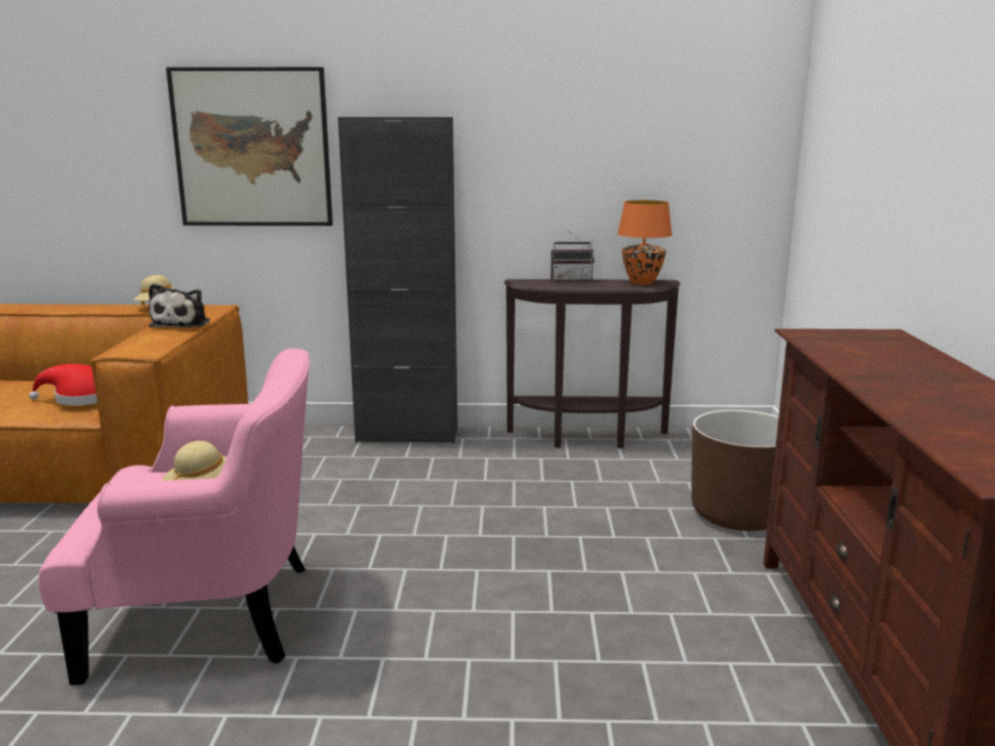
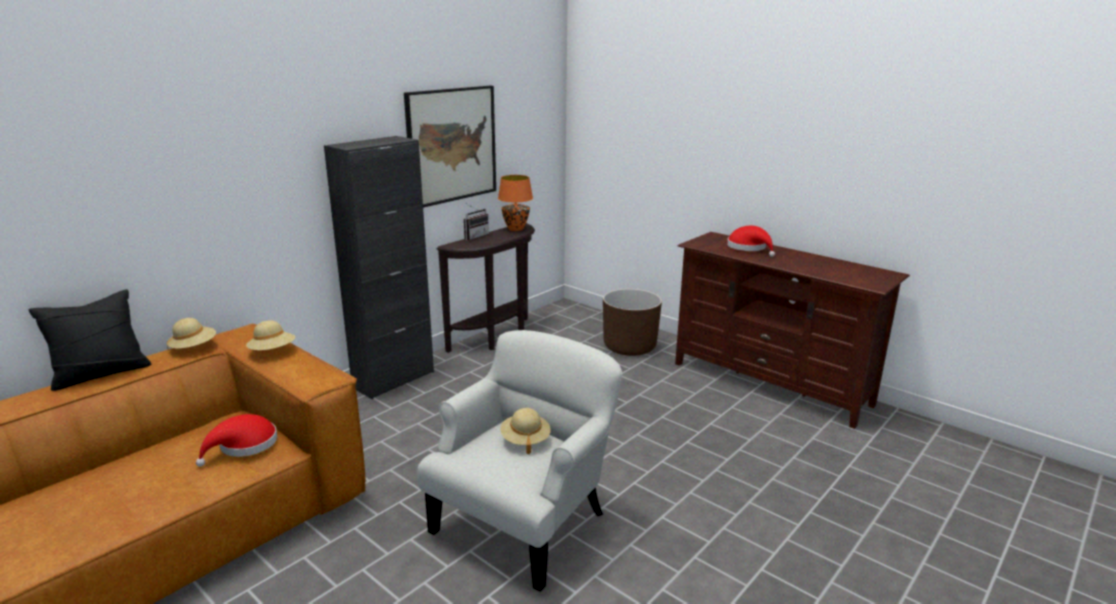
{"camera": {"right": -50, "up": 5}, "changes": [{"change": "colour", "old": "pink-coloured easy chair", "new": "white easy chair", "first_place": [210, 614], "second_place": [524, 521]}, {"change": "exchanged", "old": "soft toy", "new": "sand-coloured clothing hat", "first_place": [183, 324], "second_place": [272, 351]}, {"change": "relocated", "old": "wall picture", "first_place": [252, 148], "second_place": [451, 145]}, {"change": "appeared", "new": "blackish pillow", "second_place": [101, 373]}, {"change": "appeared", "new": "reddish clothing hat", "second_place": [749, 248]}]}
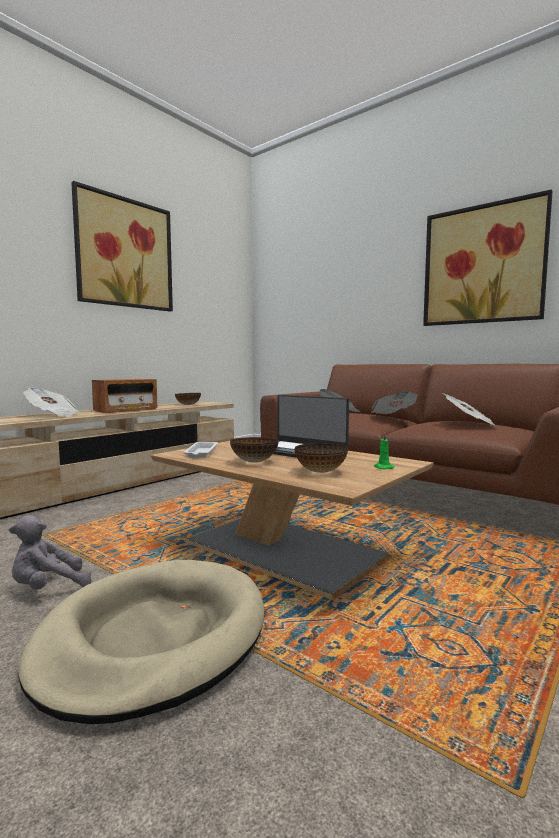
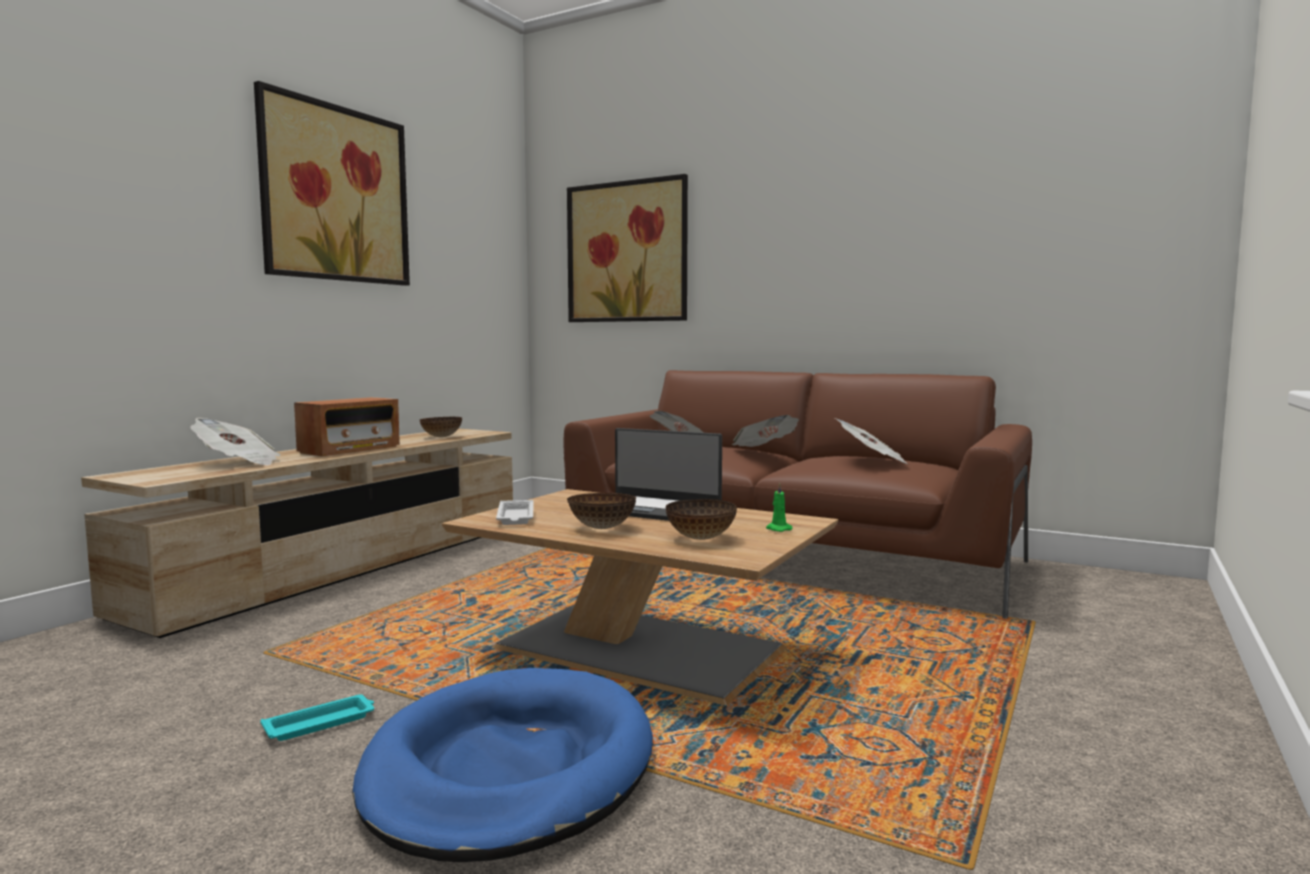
{"camera": {"right": -10, "up": 0}, "changes": [{"change": "exchanged", "old": "grey soft toy", "new": "turquoise-coloured carrying tray", "first_place": [48, 588], "second_place": [321, 723]}, {"change": "colour", "old": "sand-coloured dog bed", "new": "blue dog bed", "first_place": [153, 638], "second_place": [509, 769]}, {"change": "relocated", "old": "wall picture", "first_place": [483, 265], "second_place": [627, 252]}]}
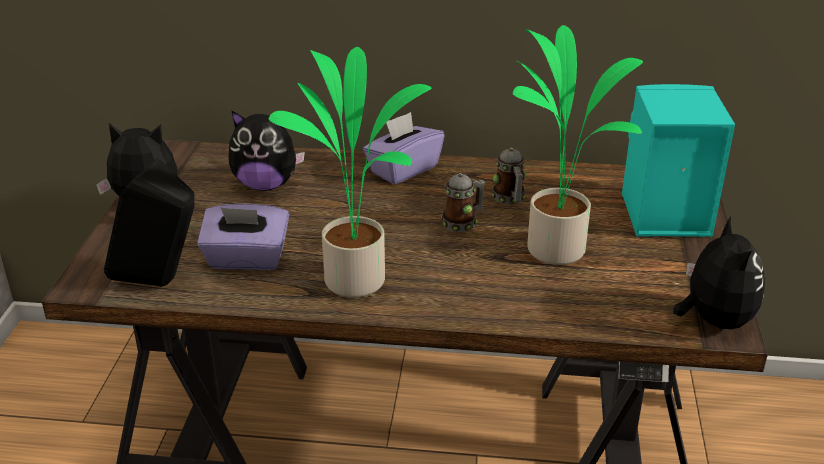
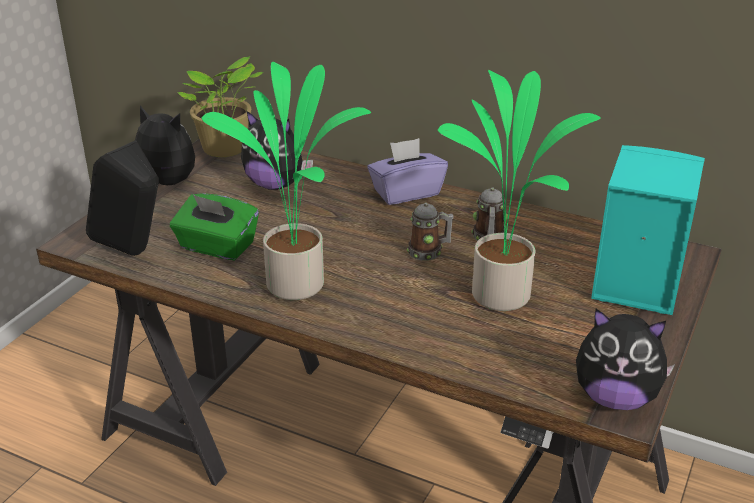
{"camera": {"right": 20, "up": 0}, "changes": [{"change": "colour", "old": "purple tissue box", "new": "green-coloured tissue box", "first_place": [246, 259], "second_place": [216, 247]}, {"change": "spun", "old": "soft toy", "first_place": [713, 320], "second_place": [615, 398], "degrees": 90}, {"change": "appeared", "new": "potted plant", "second_place": [225, 150]}]}
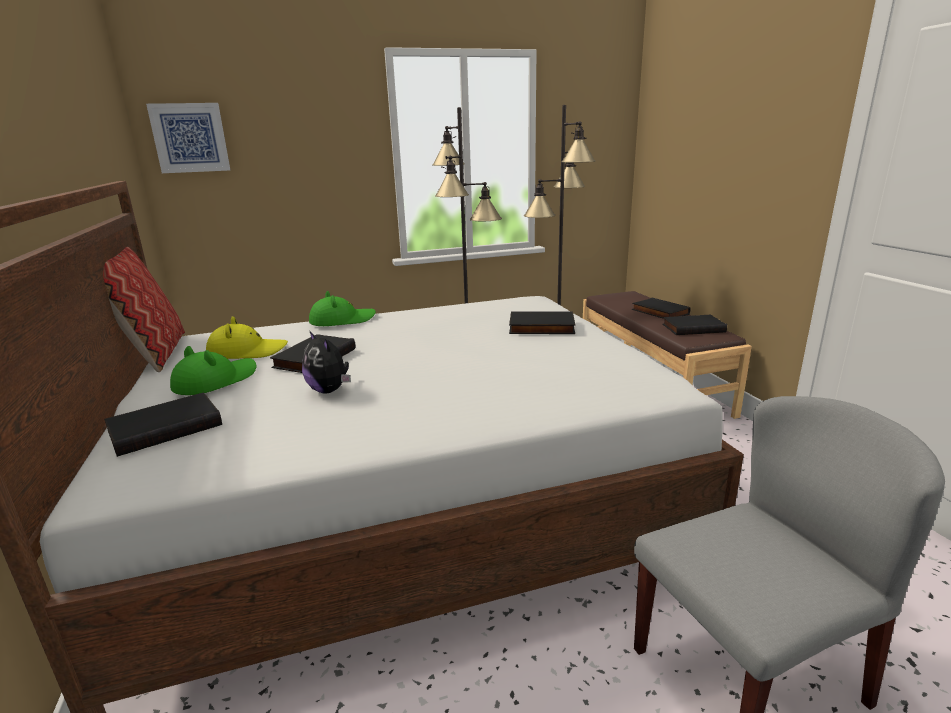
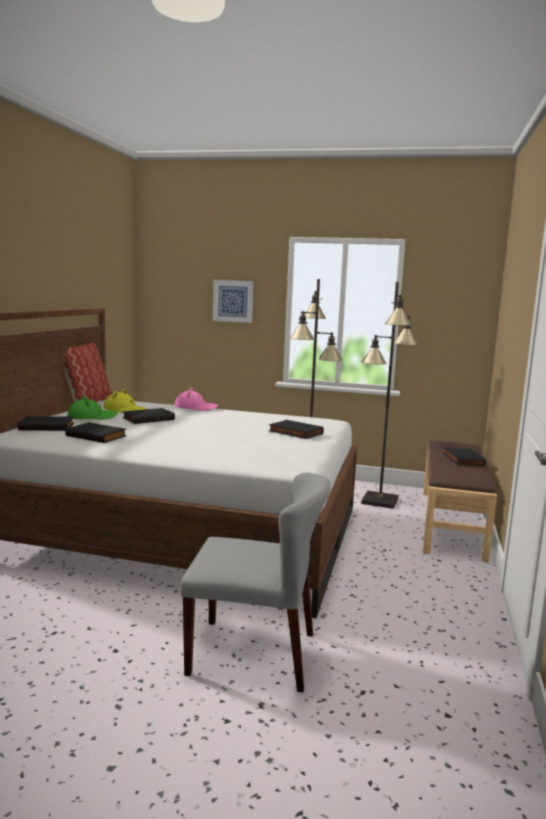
{"camera": {"right": 30, "up": -10}, "changes": [{"change": "relocated", "old": "wall picture", "first_place": [190, 138], "second_place": [233, 301]}, {"change": "missing", "old": "soft toy", "first_place": [329, 390]}, {"change": "colour", "old": "green-coloured clothing hat", "new": "pink-coloured clothing hat", "first_place": [342, 320], "second_place": [195, 408]}, {"change": "relocated", "old": "blackish volume", "first_place": [693, 328], "second_place": [97, 436]}]}
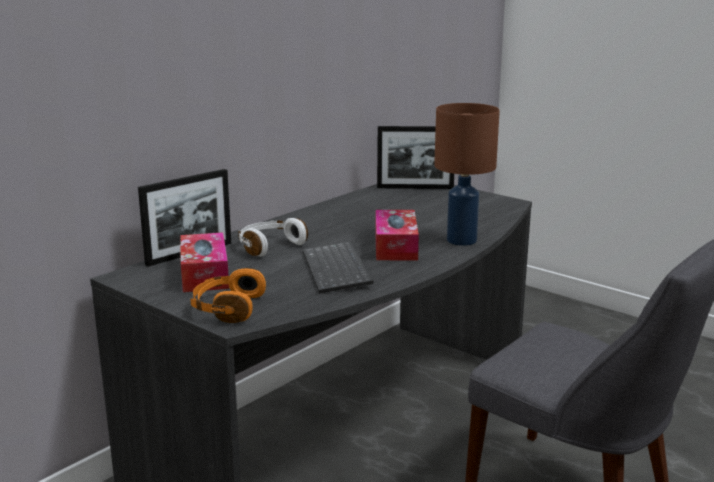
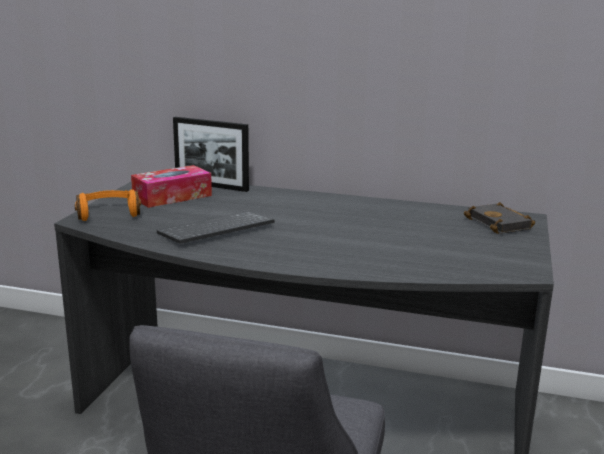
{"camera": {"right": 65, "up": 0}, "changes": [{"change": "missing", "old": "white pair of headphones", "first_place": [269, 246]}, {"change": "missing", "old": "tissue box", "first_place": [395, 246]}, {"change": "exchanged", "old": "photo frame", "new": "blackish volume", "first_place": [415, 187], "second_place": [501, 224]}, {"change": "missing", "old": "brownish table lamp", "first_place": [461, 241]}]}
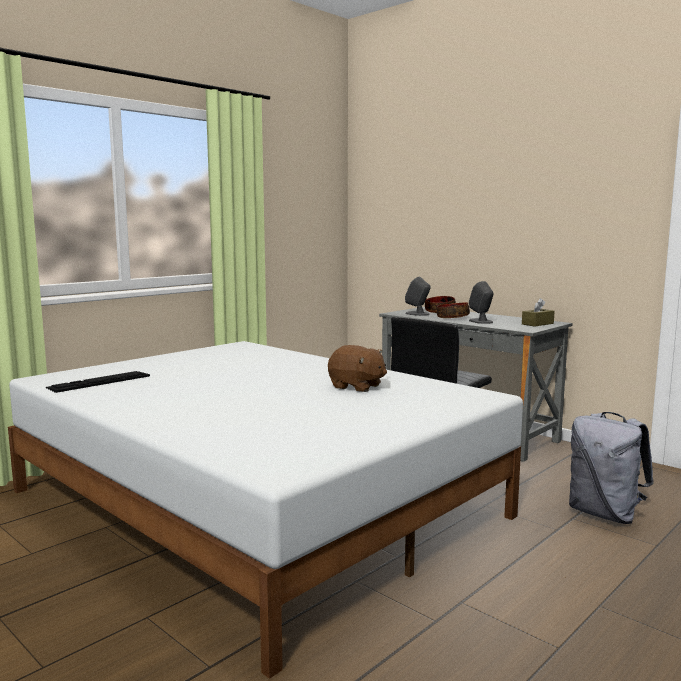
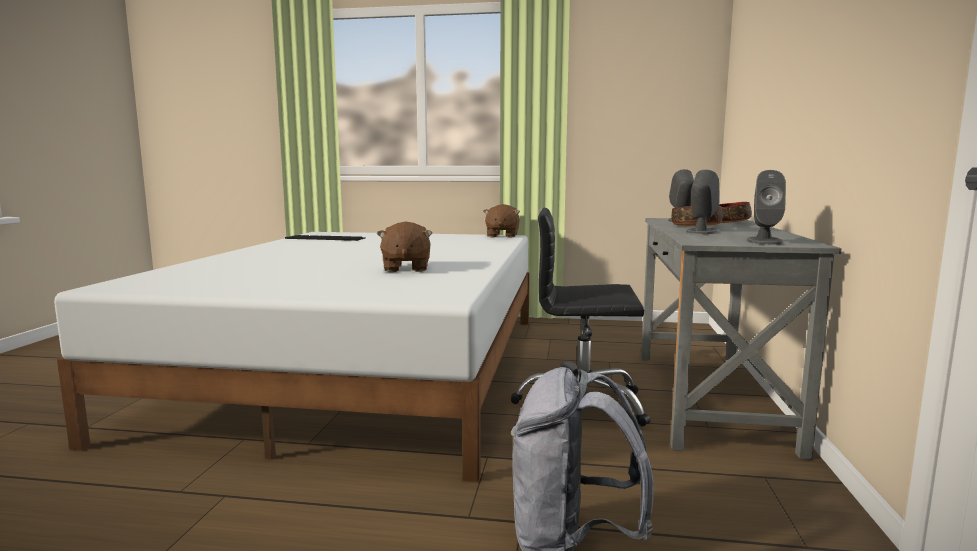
{"camera": {"right": 55, "up": 0}, "changes": [{"change": "exchanged", "old": "brownish tissue box", "new": "grey speaker", "first_place": [537, 324], "second_place": [764, 241]}, {"change": "appeared", "new": "brownish soft toy", "second_place": [502, 236]}]}
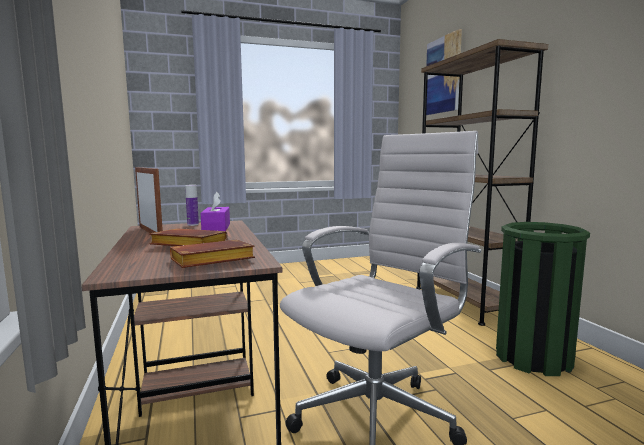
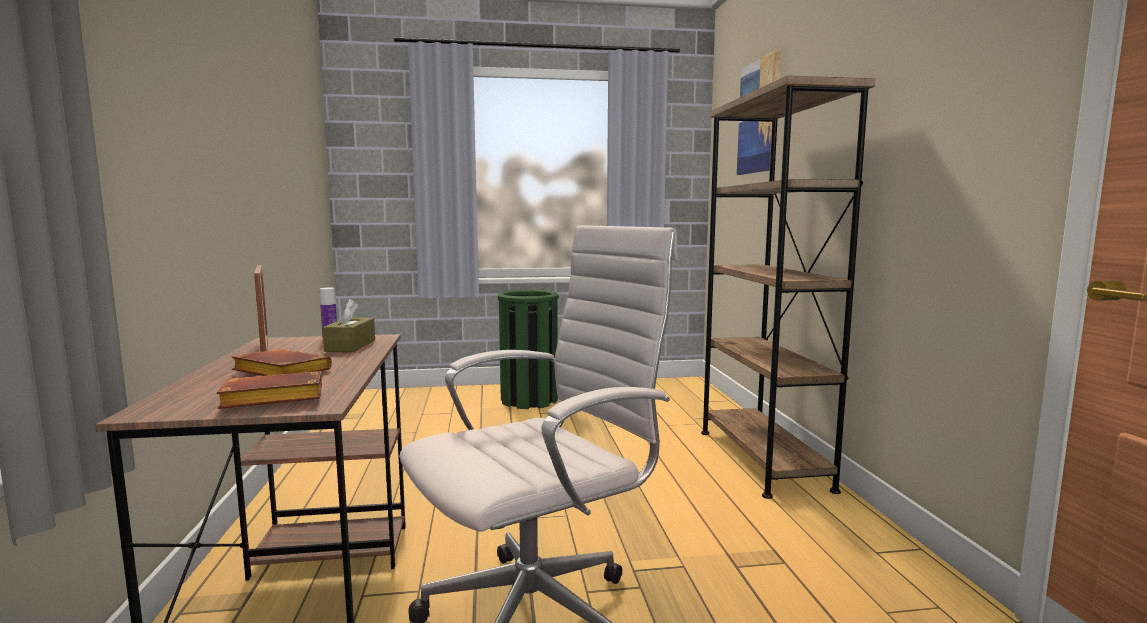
{"camera": {"right": 10, "up": 0}, "changes": [{"change": "colour", "old": "purple tissue box", "new": "brownish tissue box", "first_place": [216, 228], "second_place": [350, 346]}, {"change": "relocated", "old": "green-coloured rubbish bin", "first_place": [533, 358], "second_place": [529, 400]}]}
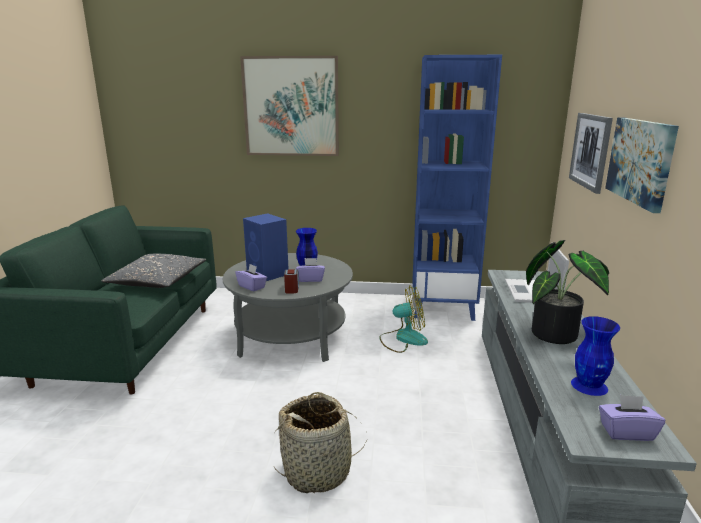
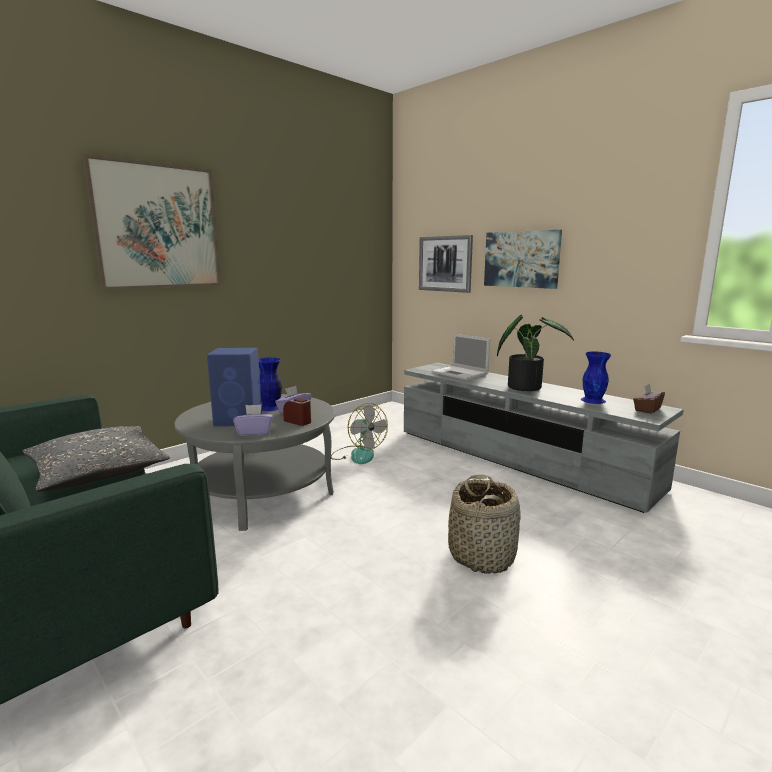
{"camera": {"right": -50, "up": -5}, "changes": [{"change": "spun", "old": "fan", "first_place": [403, 339], "second_place": [357, 454], "degrees": 105}, {"change": "missing", "old": "blue bookshelf", "first_place": [443, 308]}, {"change": "colour", "old": "purple tissue box", "new": "brownish tissue box", "first_place": [626, 432], "second_place": [647, 409]}]}
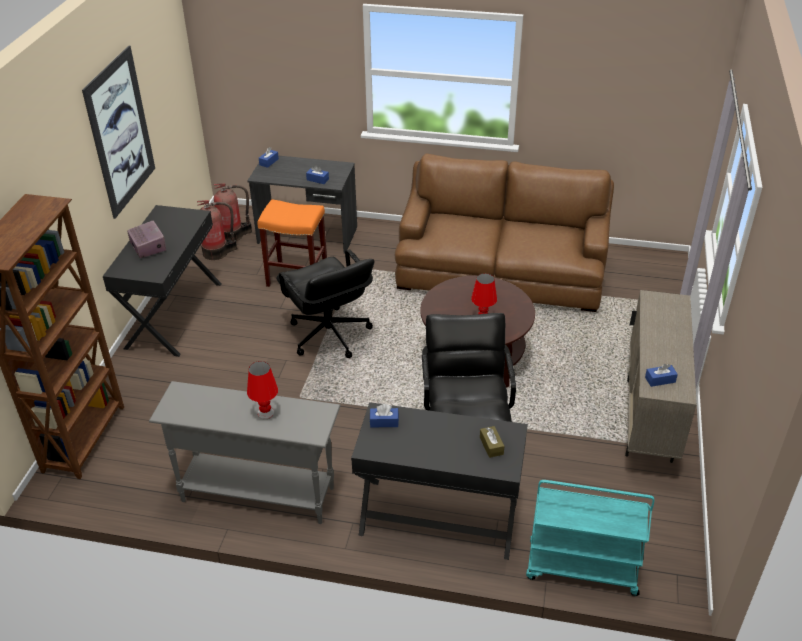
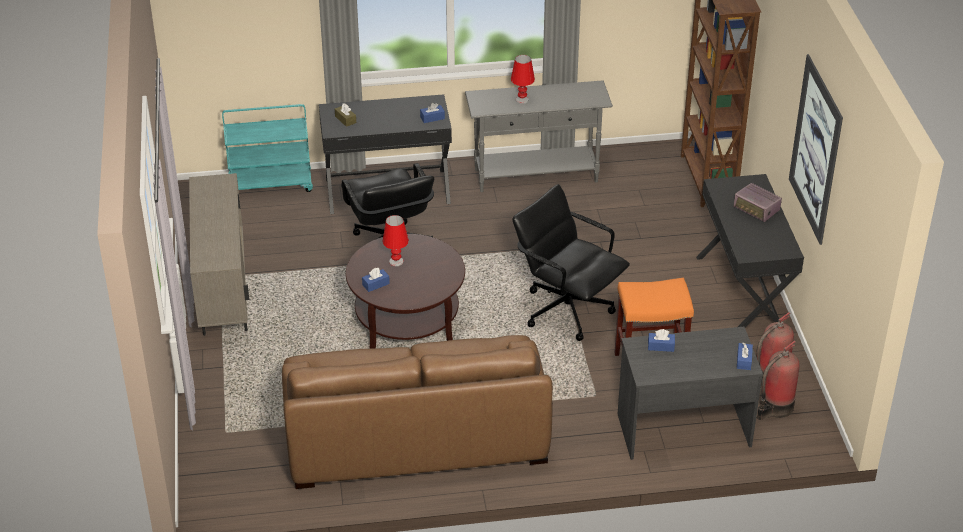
{"camera": {"right": 160, "up": 0}, "changes": [{"change": "relocated", "old": "blue tissue box", "first_place": [660, 380], "second_place": [376, 284]}]}
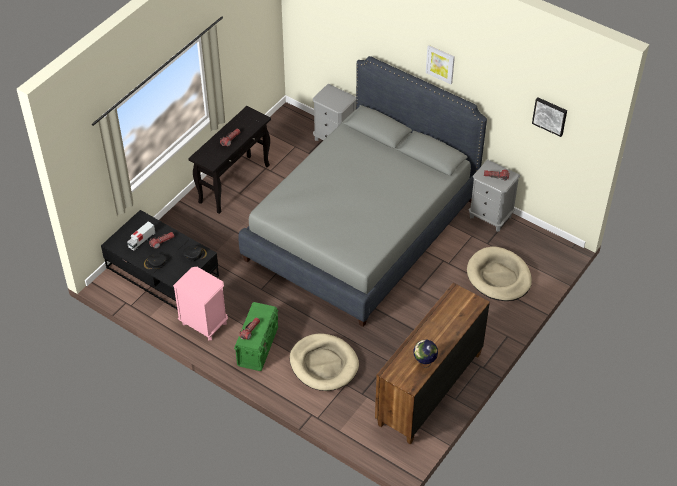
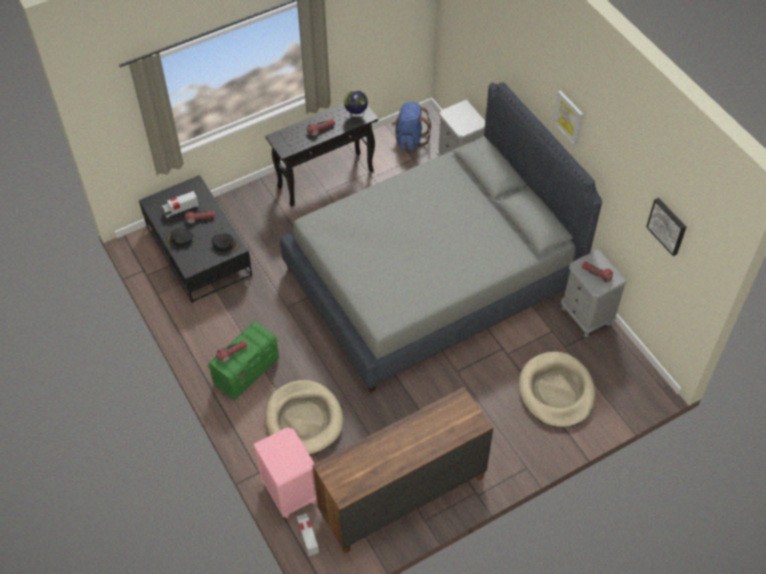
{"camera": {"right": 25, "up": 5}, "changes": [{"change": "relocated", "old": "pink-coloured bedside table", "first_place": [204, 324], "second_place": [289, 492]}, {"change": "relocated", "old": "globe", "first_place": [424, 363], "second_place": [356, 115]}, {"change": "appeared", "new": "toy truck", "second_place": [307, 537]}, {"change": "appeared", "new": "blue backpack", "second_place": [409, 139]}]}
